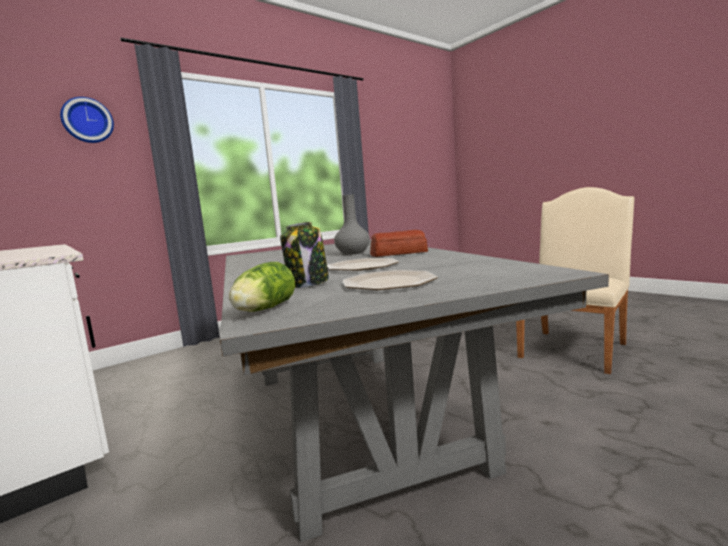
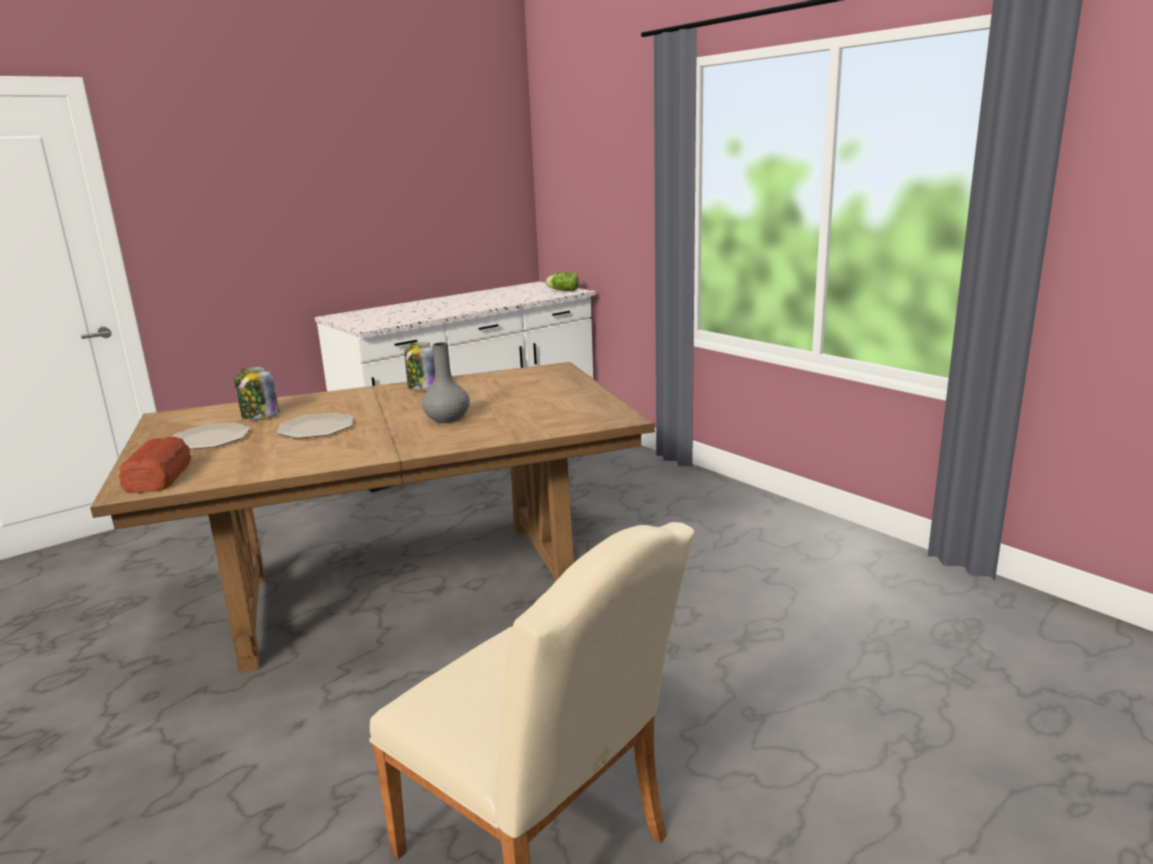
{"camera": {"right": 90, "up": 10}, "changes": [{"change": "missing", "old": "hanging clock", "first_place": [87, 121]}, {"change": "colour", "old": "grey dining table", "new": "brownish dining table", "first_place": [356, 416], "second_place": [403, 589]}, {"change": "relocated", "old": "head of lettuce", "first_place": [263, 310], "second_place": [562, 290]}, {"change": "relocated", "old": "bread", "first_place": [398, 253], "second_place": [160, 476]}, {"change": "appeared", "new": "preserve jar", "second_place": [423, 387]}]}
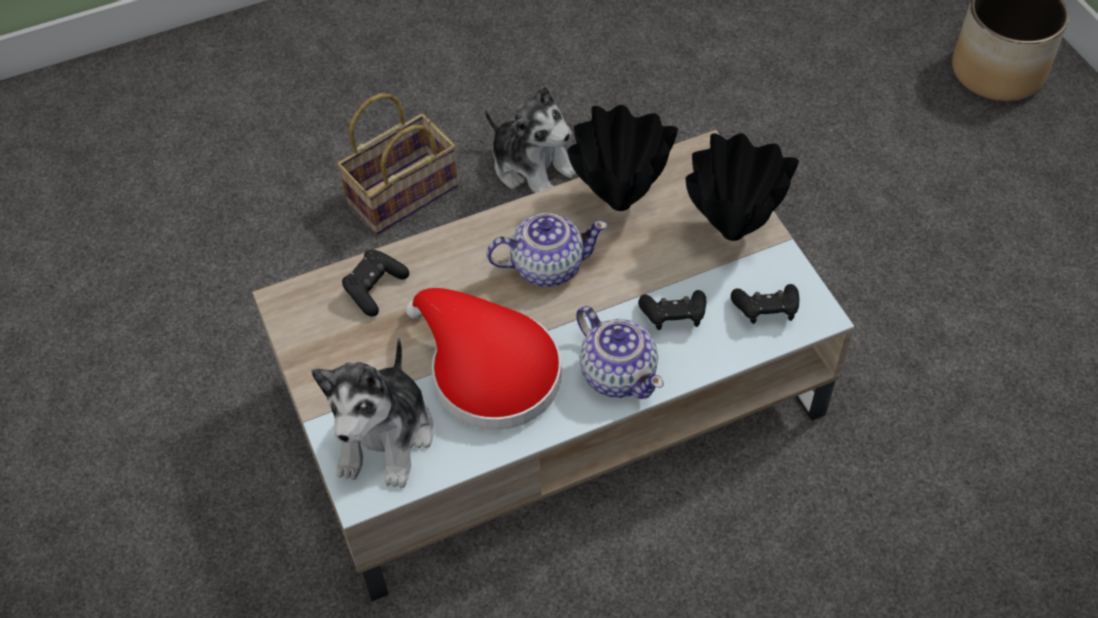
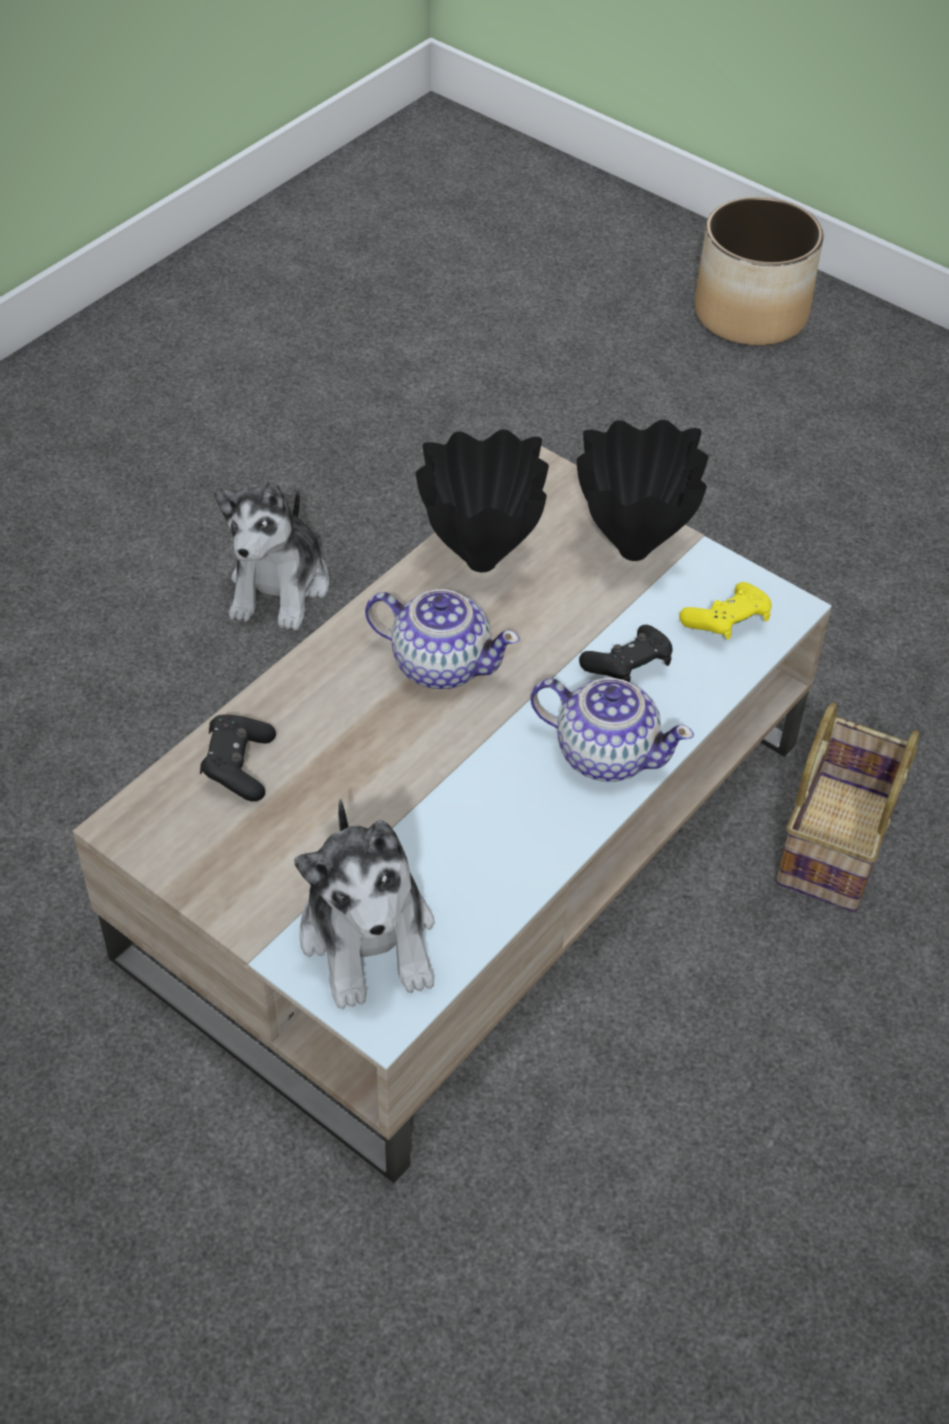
{"camera": {"right": -30, "up": -5}, "changes": [{"change": "relocated", "old": "storage basket", "first_place": [404, 192], "second_place": [835, 838]}, {"change": "missing", "old": "reddish clothing hat", "first_place": [487, 370]}, {"change": "spun", "old": "soft toy", "first_place": [532, 167], "second_place": [279, 587], "degrees": 90}, {"change": "spun", "old": "teapot", "first_place": [546, 266], "second_place": [440, 663], "degrees": 60}, {"change": "colour", "old": "blackish gamepad", "new": "yellowish gamepad", "first_place": [766, 311], "second_place": [727, 623]}]}
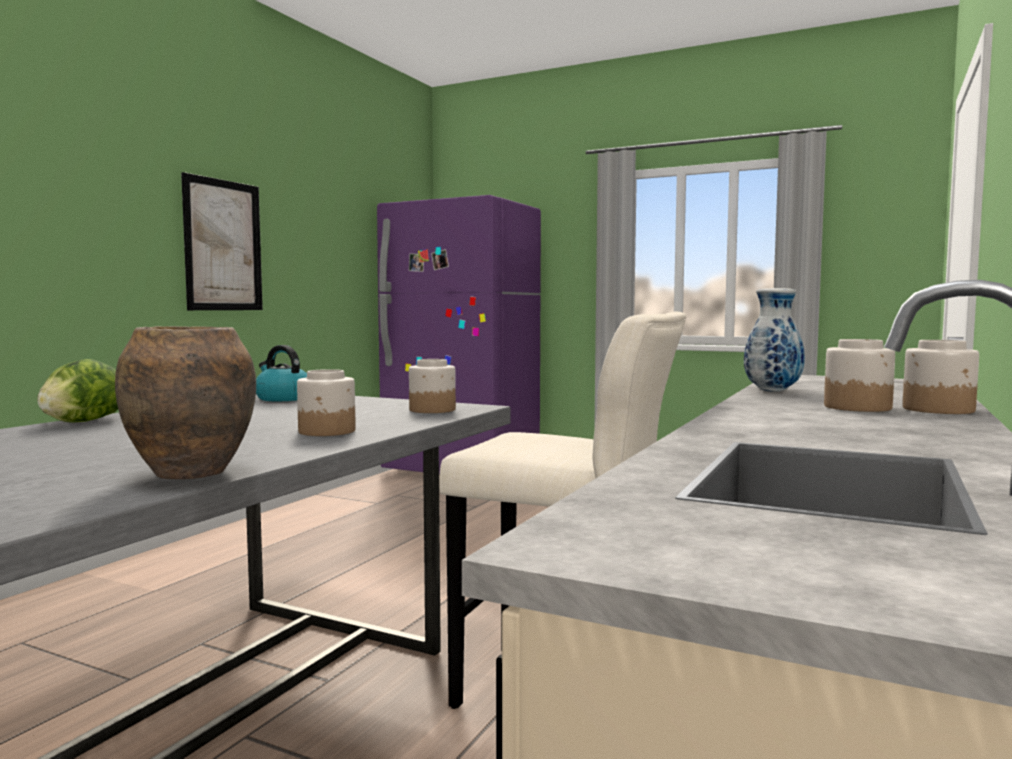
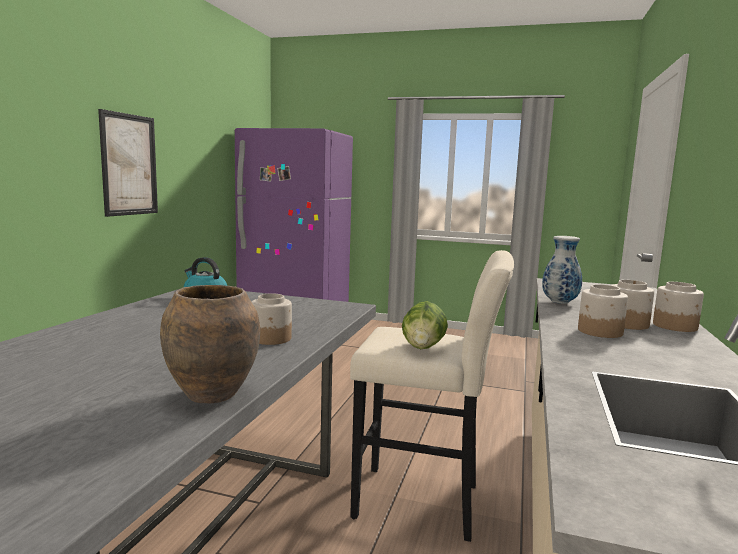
{"camera": {"right": -10, "up": 5}, "changes": [{"change": "relocated", "old": "head of lettuce", "first_place": [82, 422], "second_place": [423, 347]}, {"change": "relocated", "old": "preserve jar", "first_place": [432, 410], "second_place": [600, 332]}]}
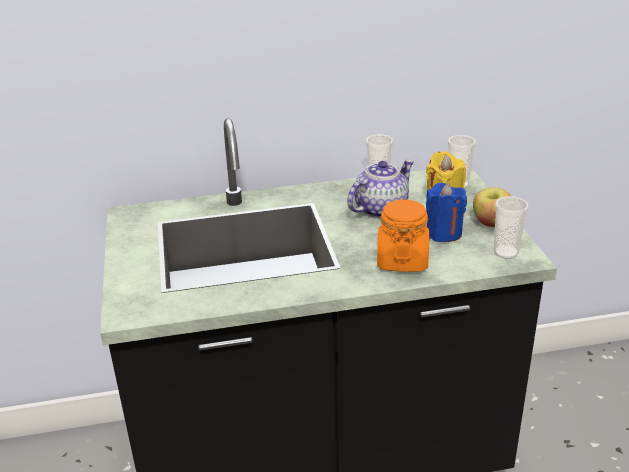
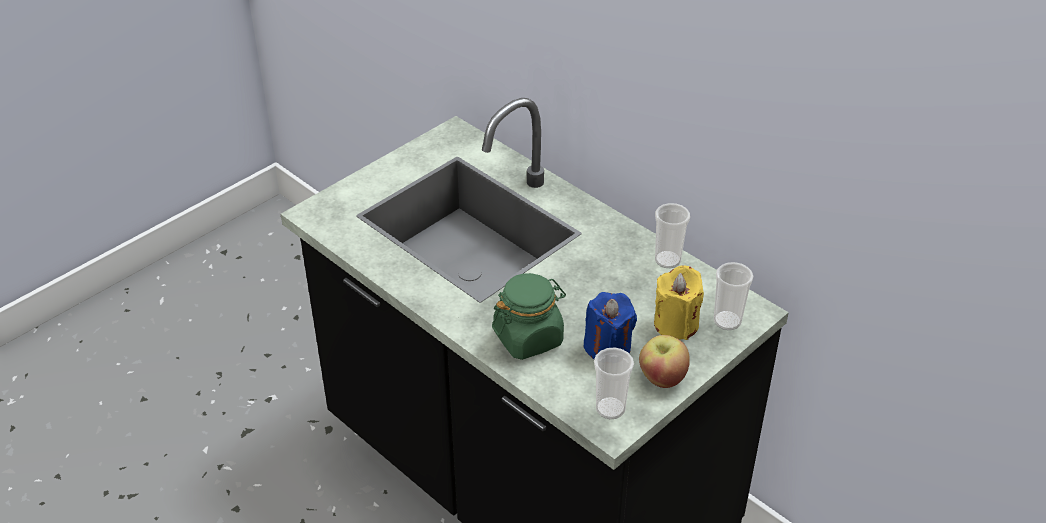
{"camera": {"right": 55, "up": 10}, "changes": [{"change": "missing", "old": "teapot", "first_place": [380, 209]}, {"change": "colour", "old": "orange preserve jar", "new": "green-coloured preserve jar", "first_place": [402, 260], "second_place": [528, 338]}]}
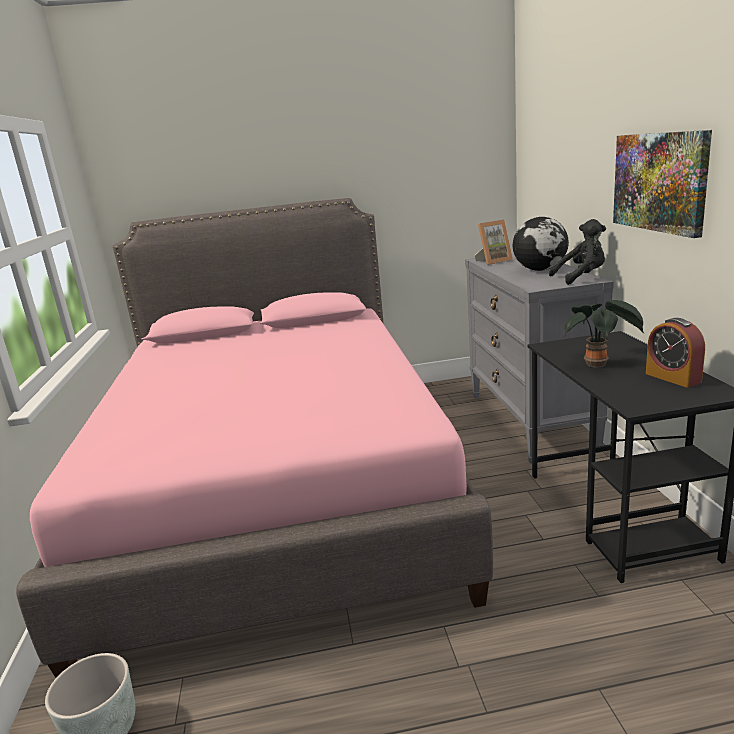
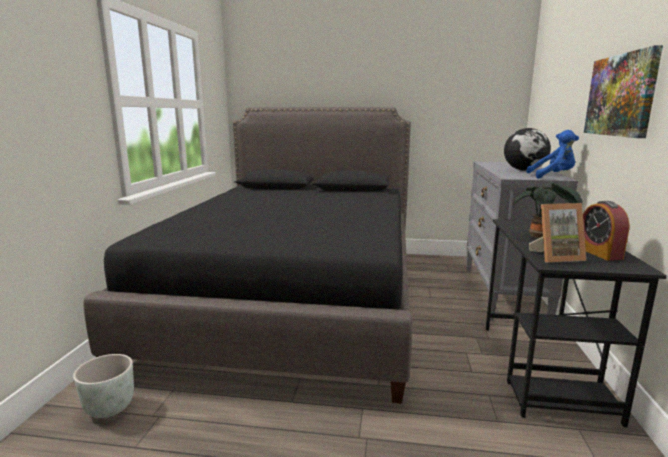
{"camera": {"right": 15, "up": -5}, "changes": [{"change": "colour", "old": "pink-coloured bedroom bed", "new": "blackish bedroom bed", "first_place": [278, 489], "second_place": [295, 297]}, {"change": "relocated", "old": "photo frame", "first_place": [493, 261], "second_place": [555, 257]}, {"change": "colour", "old": "blackish soft toy", "new": "blue soft toy", "first_place": [581, 277], "second_place": [553, 176]}]}
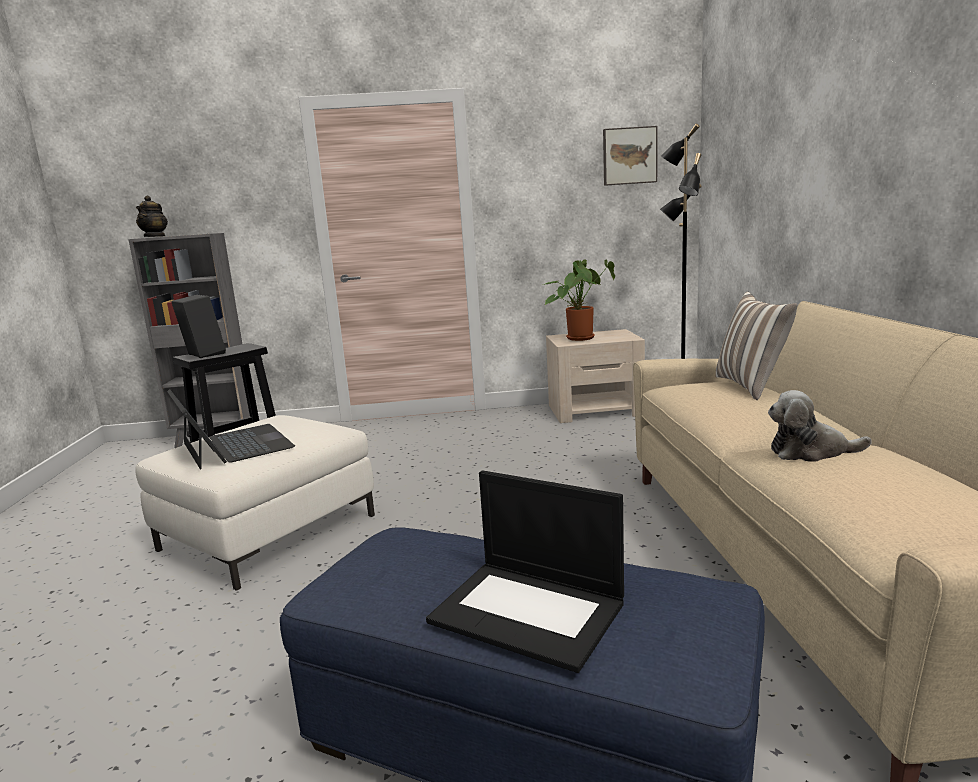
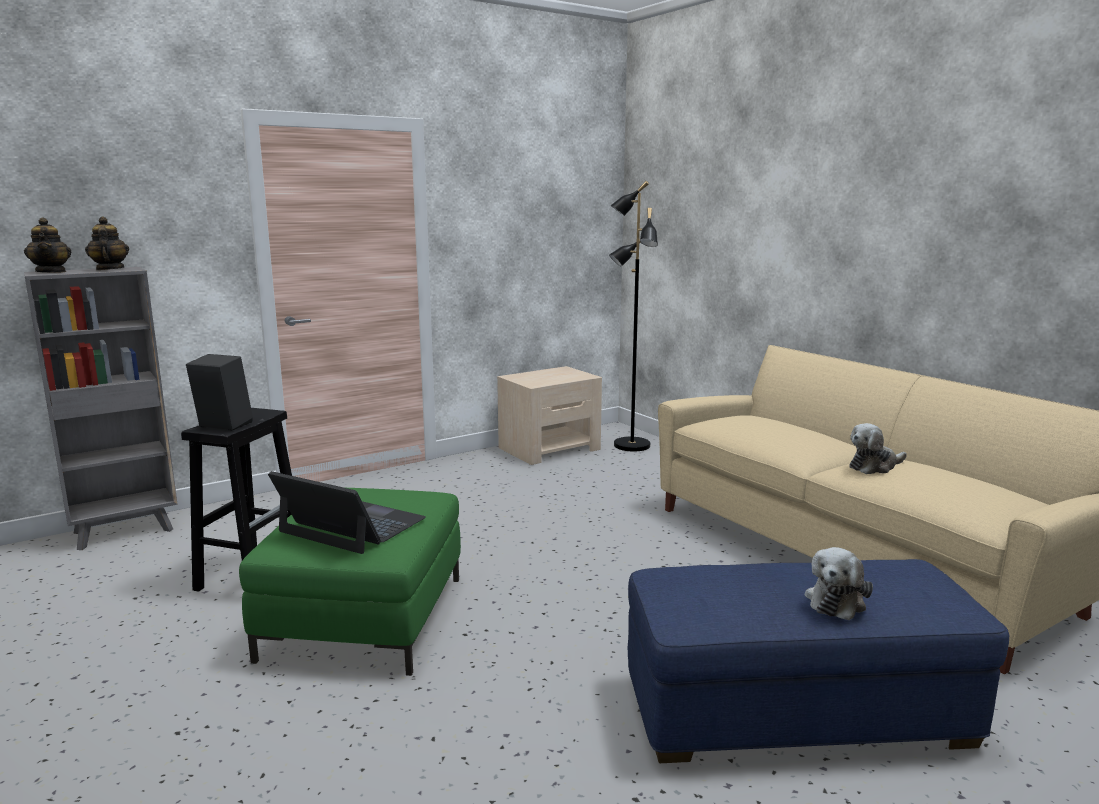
{"camera": {"right": -30, "up": 0}, "changes": [{"change": "colour", "old": "white footrest", "new": "green-coloured footrest", "first_place": [269, 532], "second_place": [365, 617]}, {"change": "exchanged", "old": "laptop", "new": "soft toy", "first_place": [530, 612], "second_place": [836, 600]}, {"change": "missing", "old": "potted plant", "first_place": [580, 337]}, {"change": "missing", "old": "wall picture", "first_place": [629, 156]}, {"change": "missing", "old": "pillow", "first_place": [751, 386]}, {"change": "appeared", "new": "teapot", "second_place": [109, 269]}]}
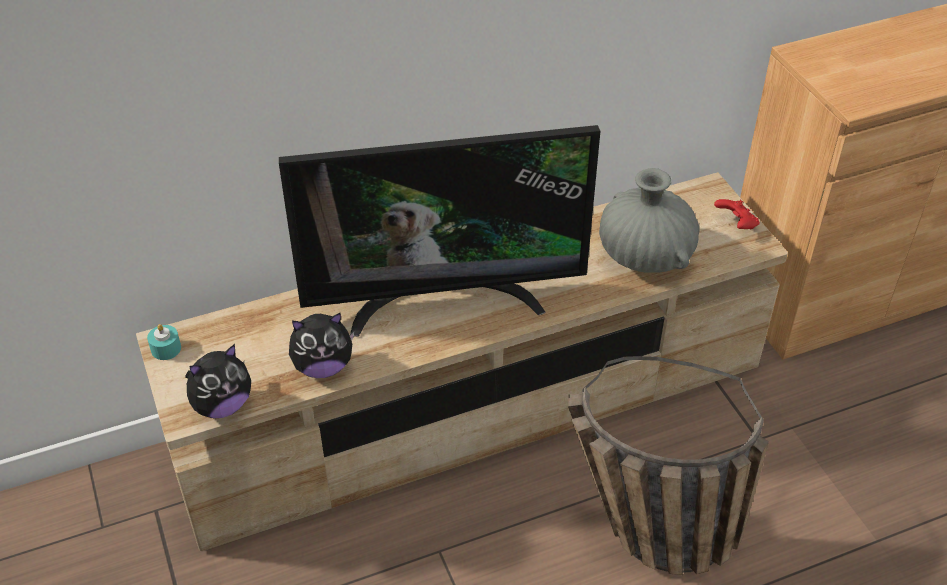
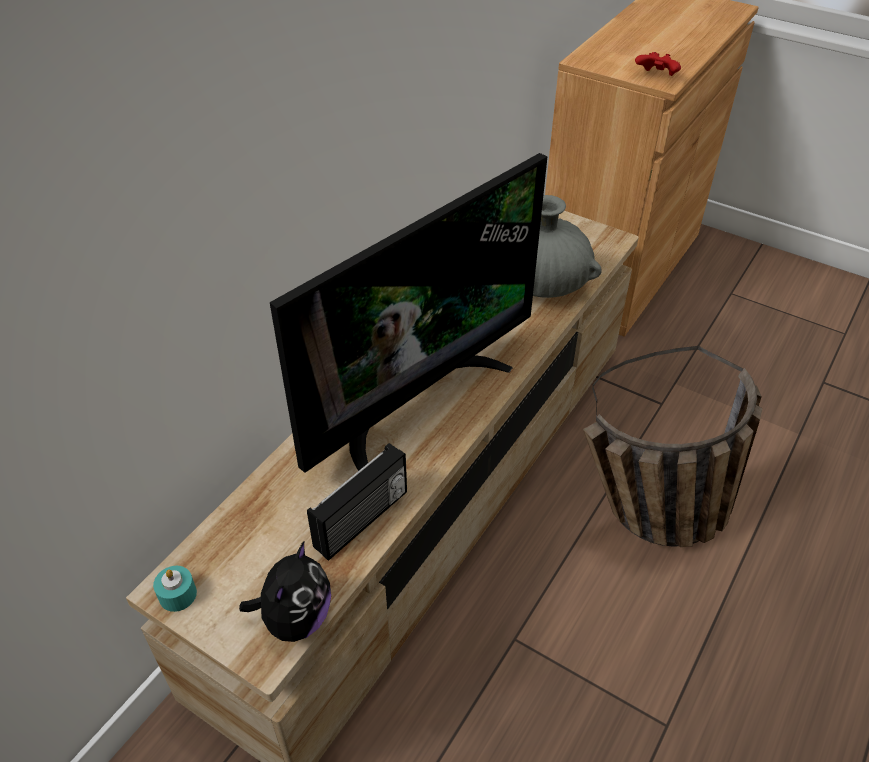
{"camera": {"right": -35, "up": 0}, "changes": [{"change": "exchanged", "old": "soft toy", "new": "radio", "first_place": [323, 366], "second_place": [363, 520]}, {"change": "relocated", "old": "reddish gamepad", "first_place": [736, 224], "second_place": [656, 77]}]}
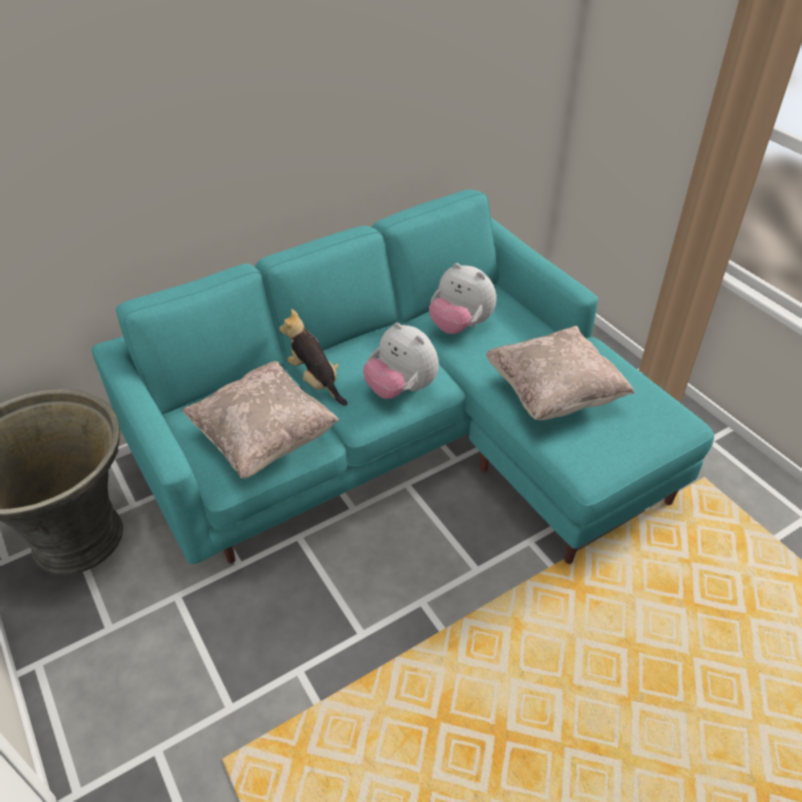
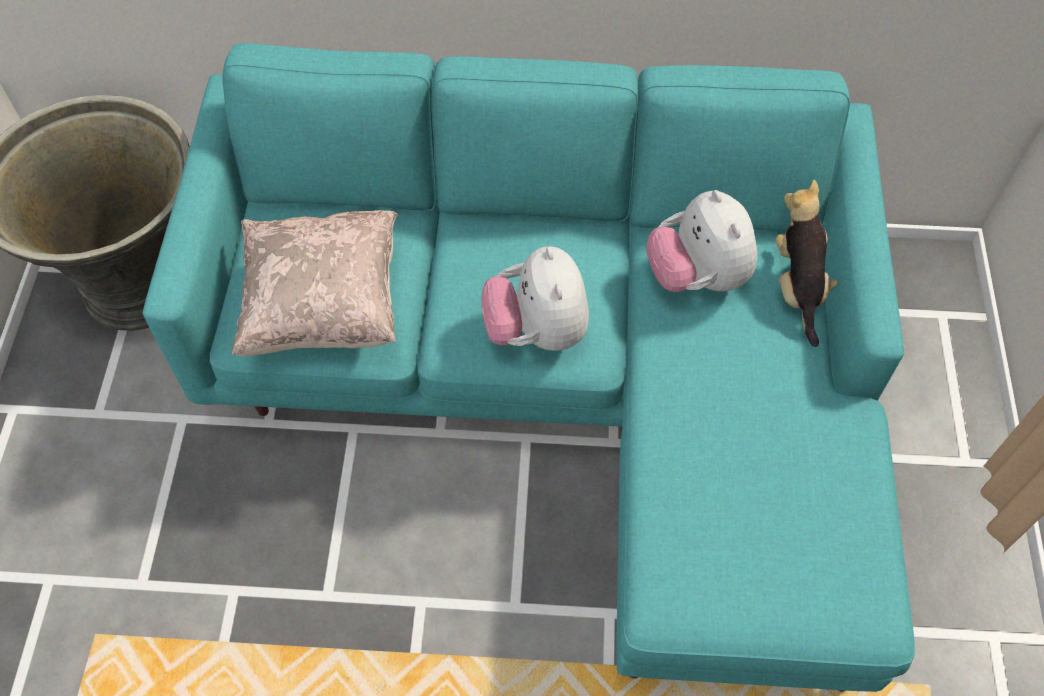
{"camera": {"right": 35, "up": 15}, "changes": [{"change": "relocated", "old": "soft toy", "first_place": [316, 380], "second_place": [797, 286]}, {"change": "missing", "old": "sand-coloured pillow", "first_place": [553, 394]}]}
